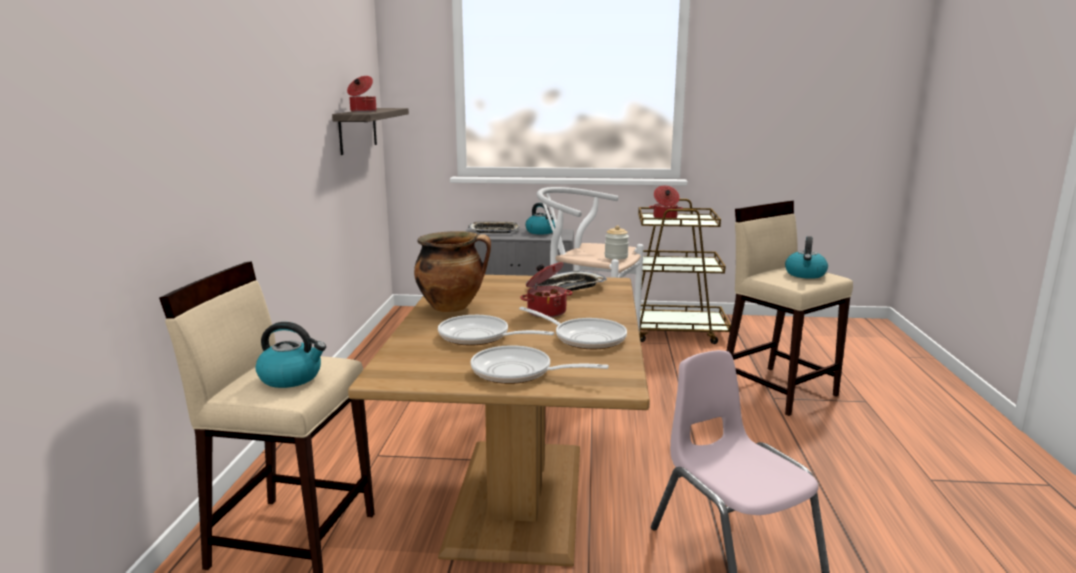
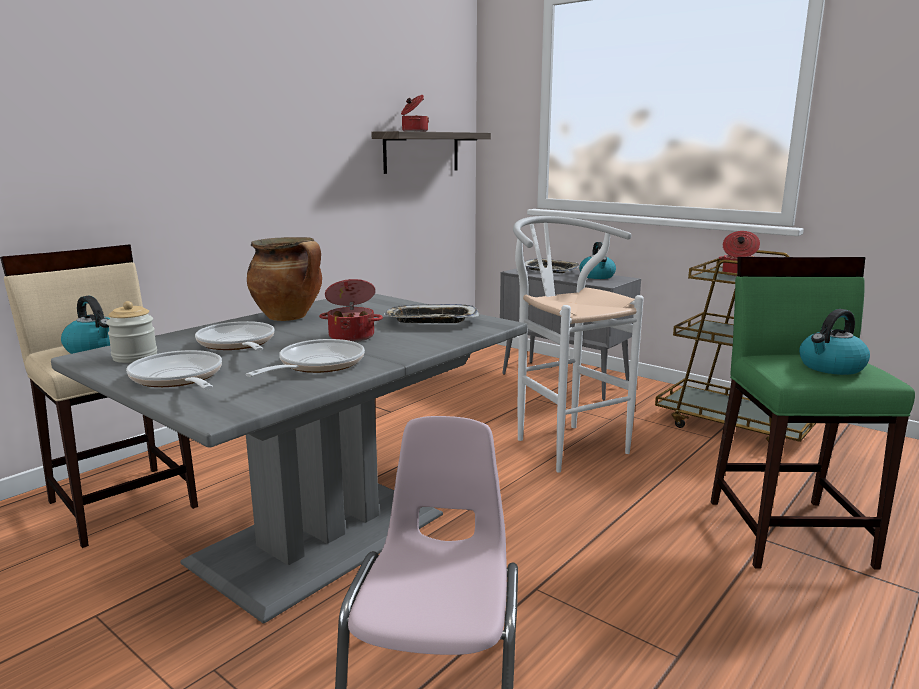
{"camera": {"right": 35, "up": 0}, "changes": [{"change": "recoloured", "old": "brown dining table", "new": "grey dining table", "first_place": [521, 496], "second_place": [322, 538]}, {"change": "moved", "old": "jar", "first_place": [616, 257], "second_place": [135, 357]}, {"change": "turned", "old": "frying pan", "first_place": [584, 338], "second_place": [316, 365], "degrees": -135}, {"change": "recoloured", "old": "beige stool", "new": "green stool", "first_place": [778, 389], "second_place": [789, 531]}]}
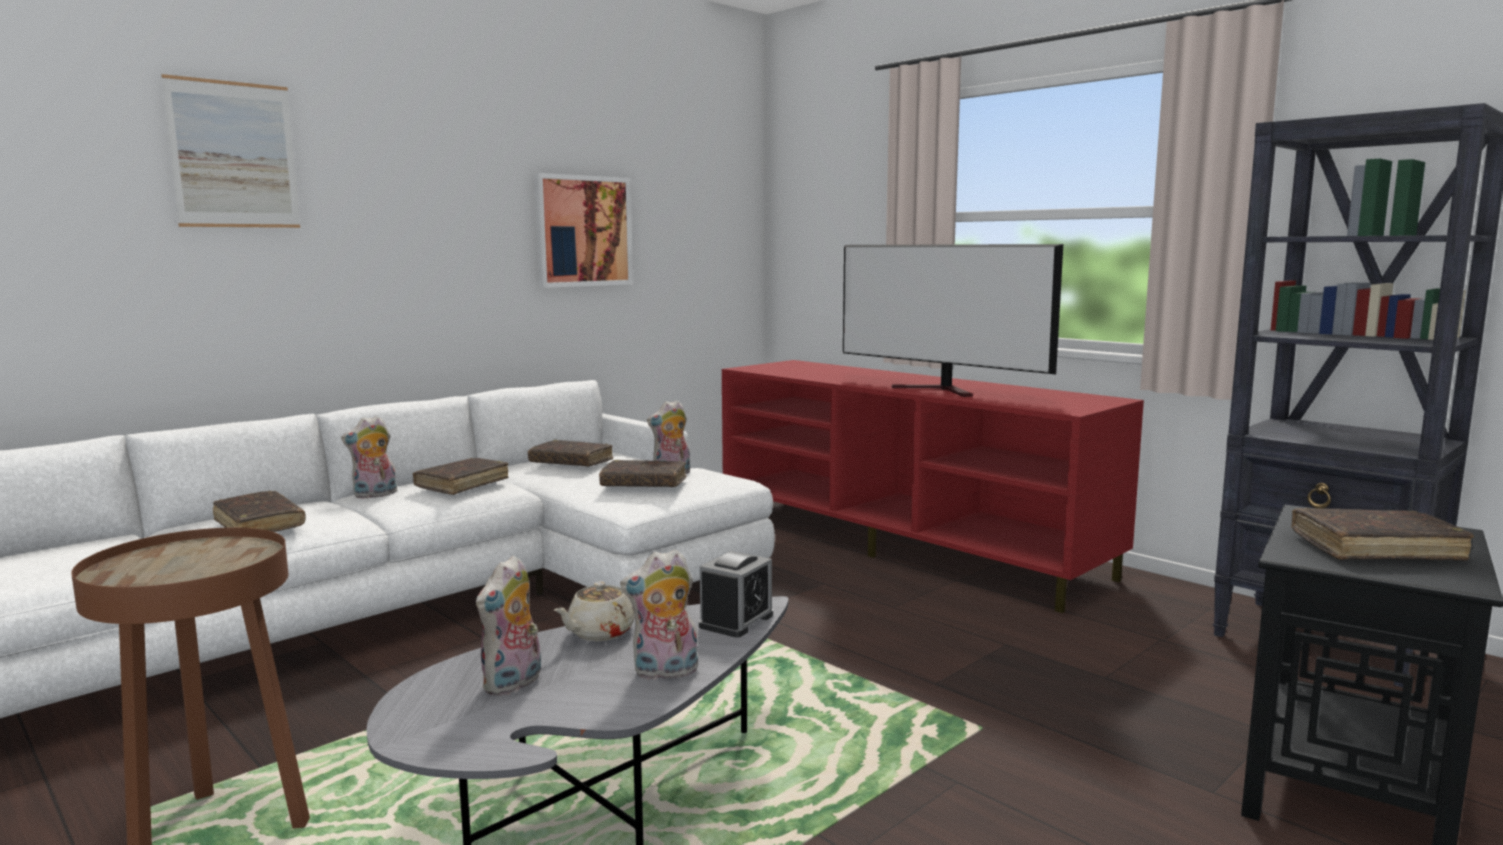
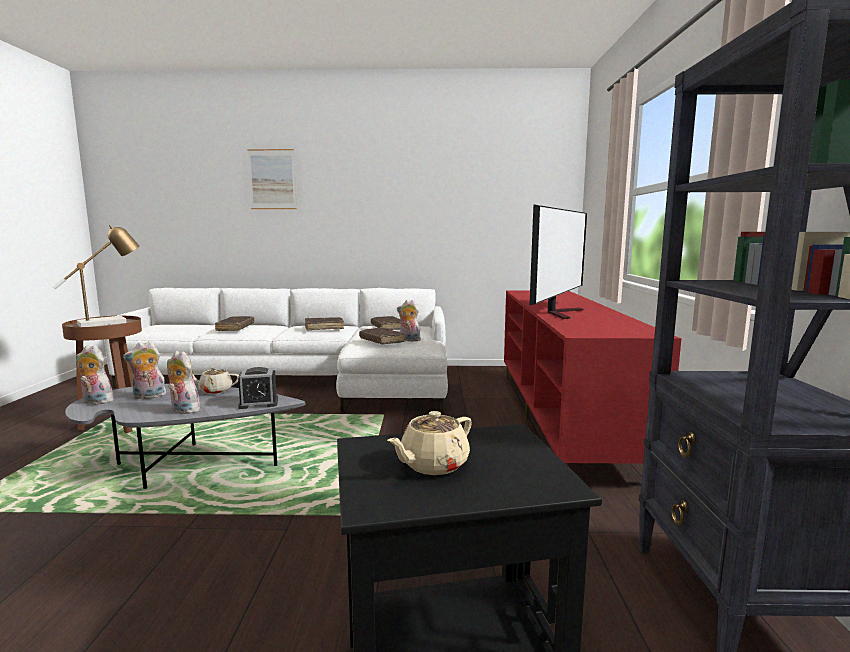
{"camera": {"right": 45, "up": 0}, "changes": [{"change": "added", "new": "table lamp", "second_place": [109, 323]}, {"change": "moved", "old": "plush toy", "first_place": [374, 495], "second_place": [95, 402]}, {"change": "replaced", "old": "brown book", "new": "beige teapot", "first_place": [1375, 548], "second_place": [432, 465]}, {"change": "turned", "old": "television", "first_place": [941, 390], "second_place": [561, 313], "degrees": -150}, {"change": "removed", "old": "picture", "first_place": [583, 231]}]}
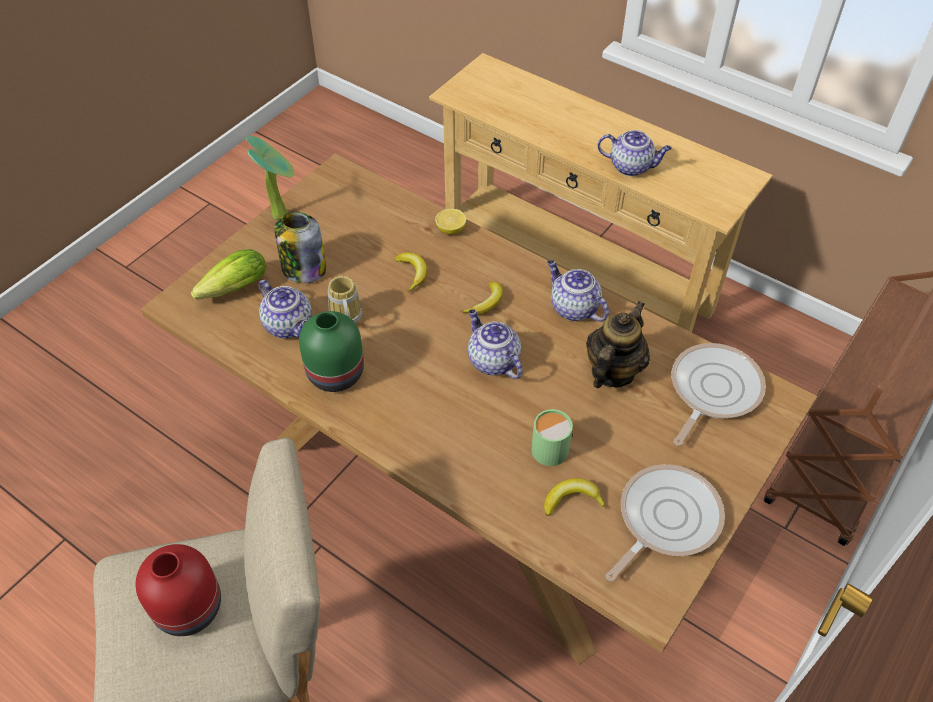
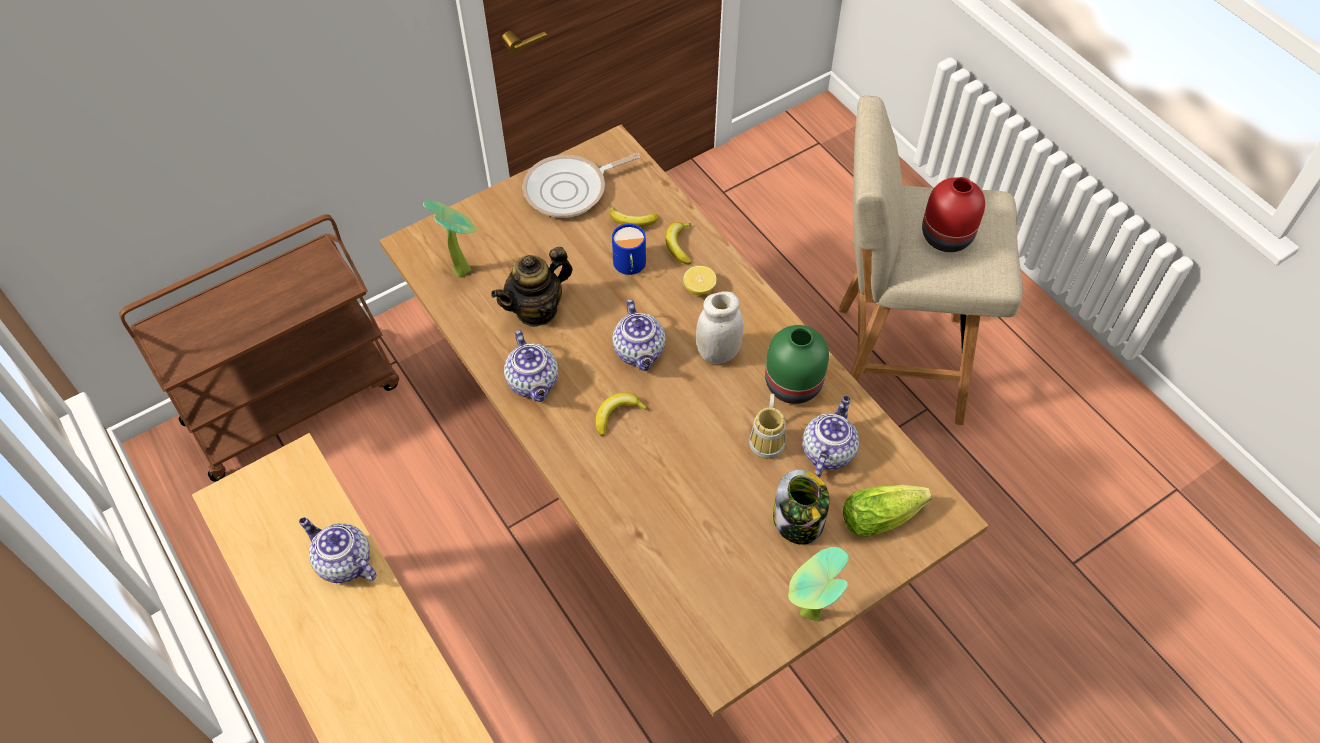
{"camera": {"right": -160, "up": 5}, "changes": [{"change": "replaced", "old": "frying pan", "new": "potted plant", "first_place": [712, 390], "second_place": [463, 268]}, {"change": "recoloured", "old": "green mug", "new": "blue mug", "first_place": [548, 446], "second_place": [629, 265]}, {"change": "moved", "old": "banana", "first_place": [412, 273], "second_place": [679, 245]}, {"change": "moved", "old": "lemon", "first_place": [451, 229], "second_place": [699, 288]}, {"change": "added", "new": "white jar", "second_place": [718, 353]}, {"change": "turned", "old": "teapot", "first_place": [290, 326], "second_place": [827, 451], "degrees": 45}]}
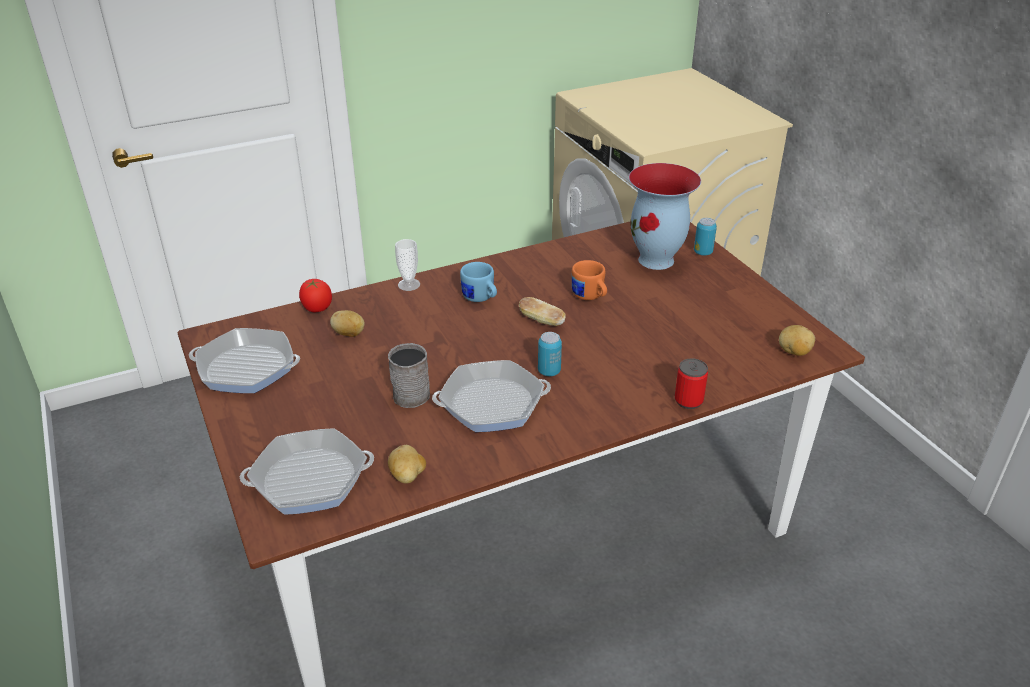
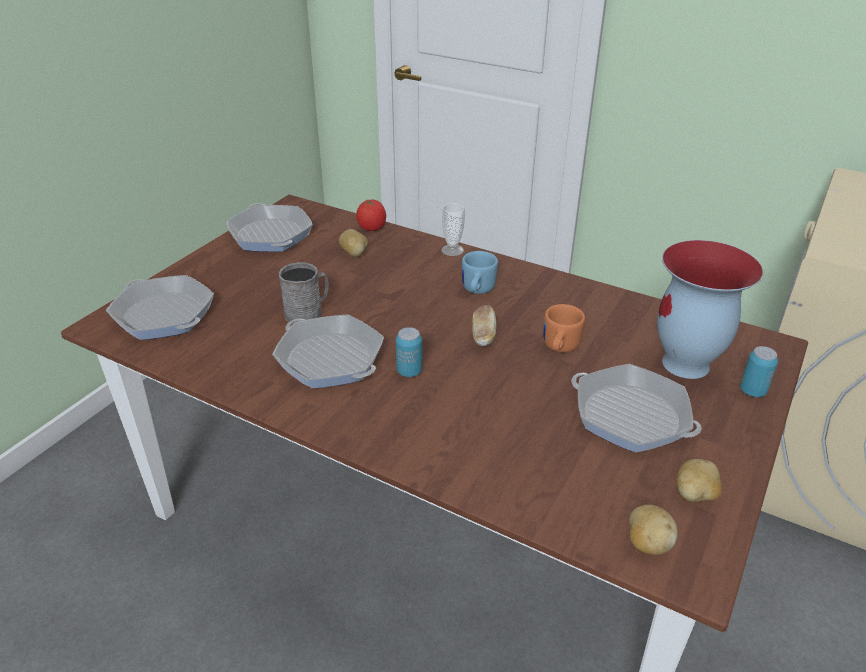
{"camera": {"right": 55, "up": 0}, "changes": [{"change": "added", "new": "frying pan", "second_place": [631, 416]}, {"change": "moved", "old": "potato", "first_place": [408, 476], "second_place": [694, 495]}, {"change": "removed", "old": "can", "first_place": [688, 401]}]}
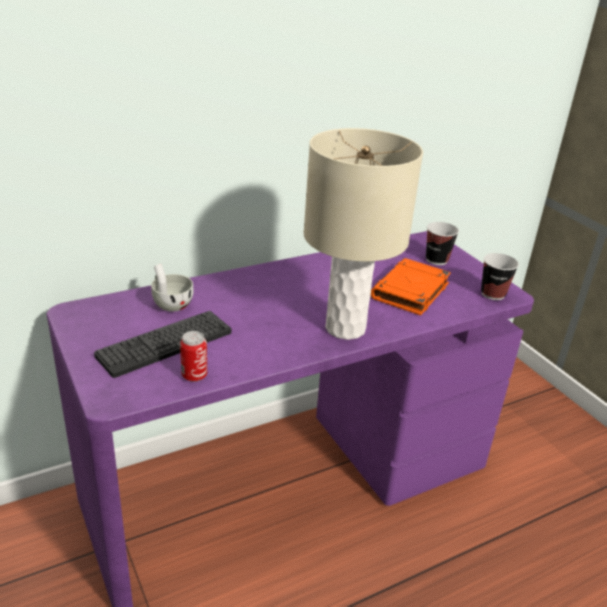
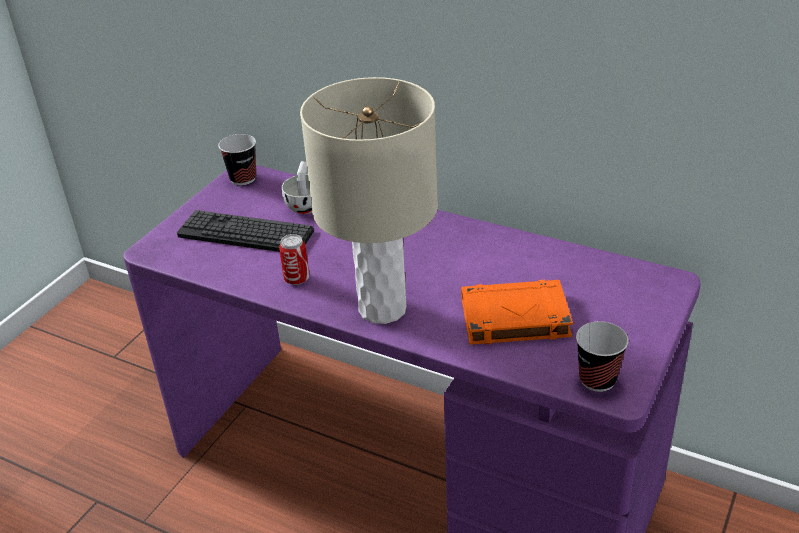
{"camera": {"right": 60, "up": 5}, "changes": [{"change": "moved", "old": "cup", "first_place": [436, 260], "second_place": [243, 178]}, {"change": "moved", "old": "can", "first_place": [194, 376], "second_place": [296, 279]}]}
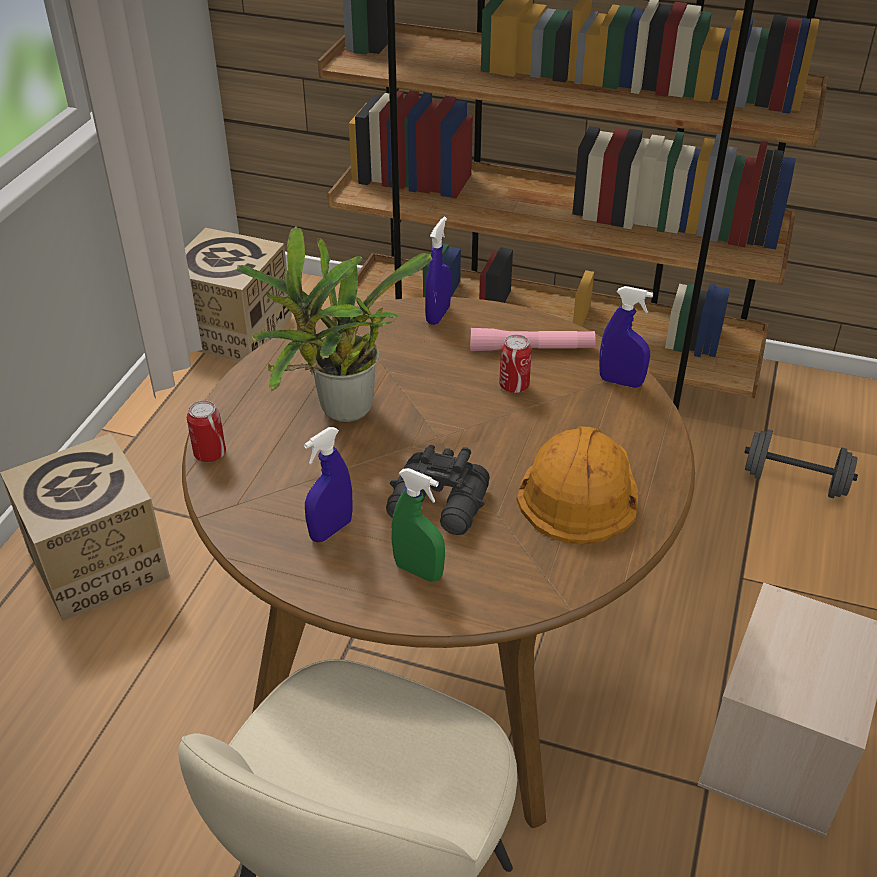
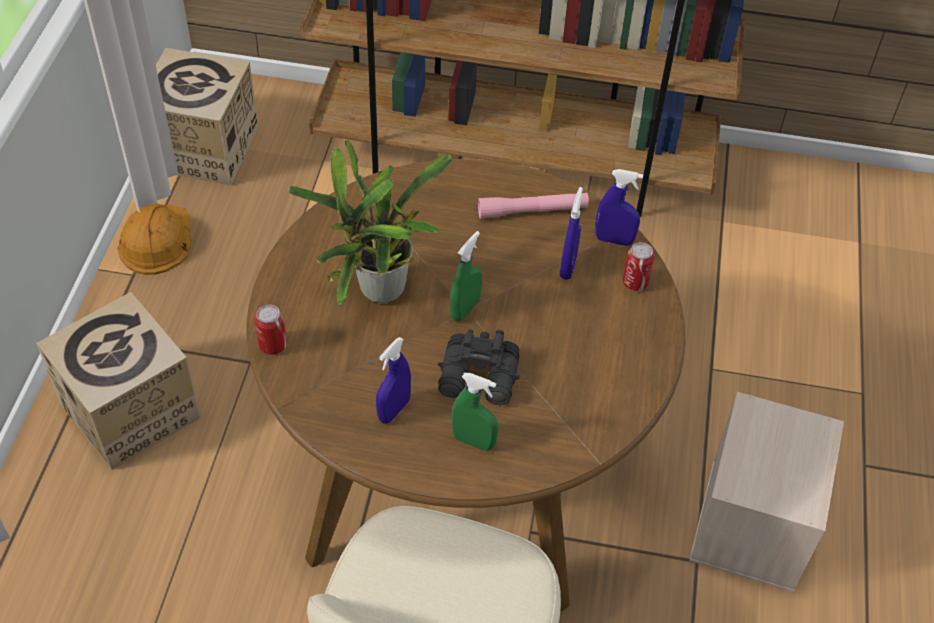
{"camera": {"right": -10, "up": 10}, "changes": [{"change": "moved", "old": "orange hard hat", "first_place": [578, 489], "second_place": [156, 240]}, {"change": "added", "new": "green spray bottle", "second_place": [465, 309]}, {"change": "moved", "old": "blue spray bottle", "first_place": [438, 315], "second_place": [568, 267]}, {"change": "moved", "old": "can", "first_place": [514, 386], "second_place": [635, 282]}, {"change": "removed", "old": "grey dumbbell", "first_place": [794, 482]}]}
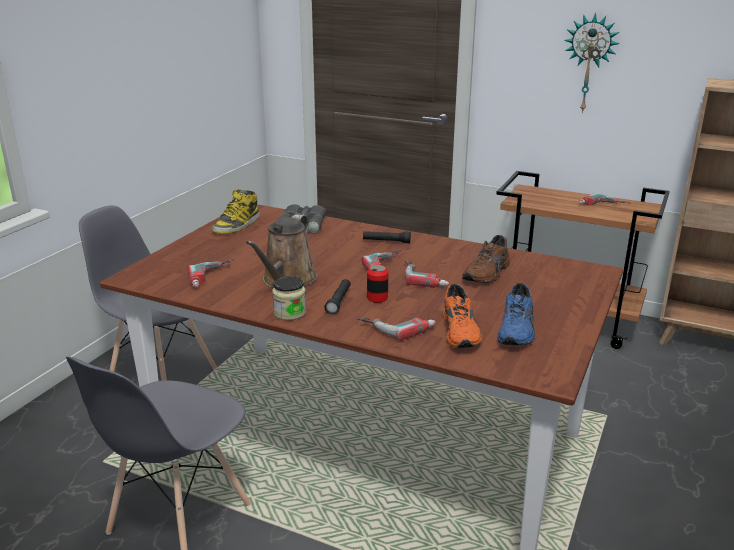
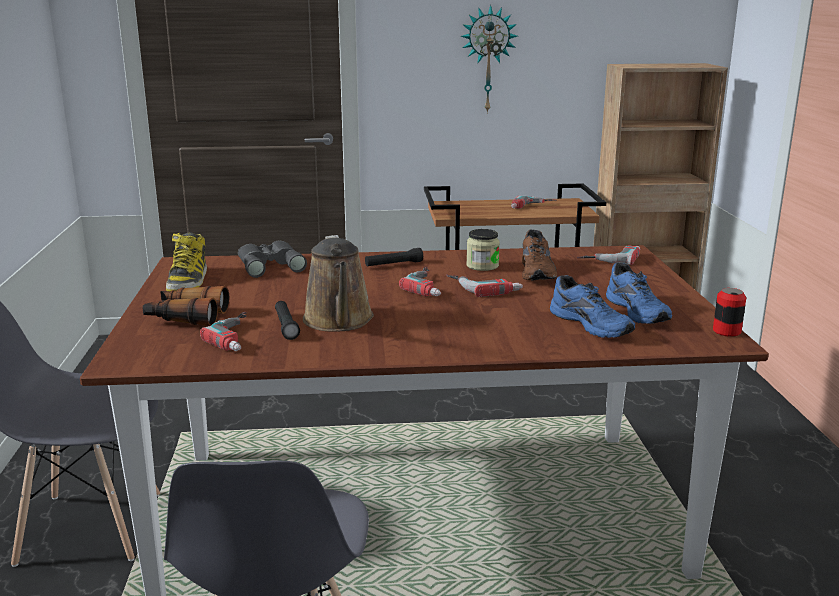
{"camera": {"right": -30, "up": -5}, "changes": [{"change": "added", "new": "binoculars", "second_place": [186, 317]}, {"change": "moved", "old": "black flashlight", "first_place": [339, 301], "second_place": [286, 326]}, {"change": "moved", "old": "jar", "first_place": [289, 313], "second_place": [482, 266]}, {"change": "recoloured", "old": "orange shoe", "new": "blue shoe", "first_place": [462, 331], "second_place": [593, 324]}, {"change": "moved", "old": "power drill", "first_place": [396, 326], "second_place": [609, 258]}, {"change": "moved", "old": "can", "first_place": [377, 298], "second_place": [726, 331]}]}
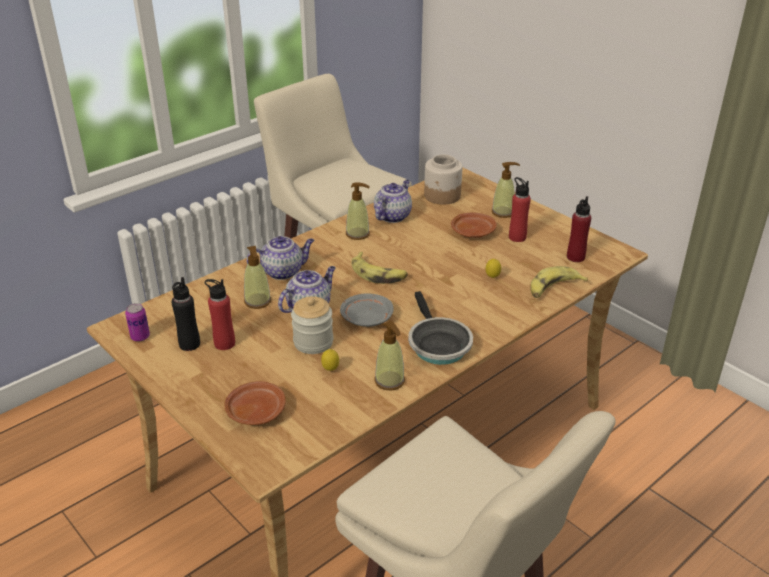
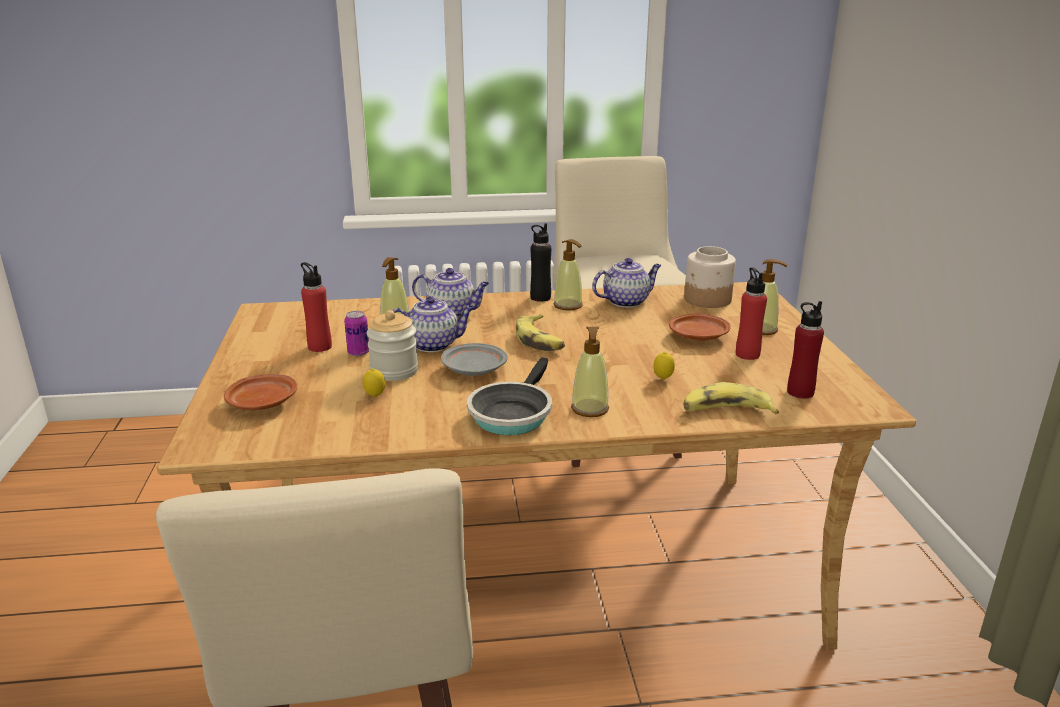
{"camera": {"right": 35, "up": -10}, "changes": [{"change": "moved", "old": "can", "first_place": [140, 337], "second_place": [358, 352]}, {"change": "moved", "old": "black bottle", "first_place": [189, 344], "second_place": [540, 297]}, {"change": "moved", "old": "soap dispenser", "first_place": [390, 381], "second_place": [590, 409]}]}
